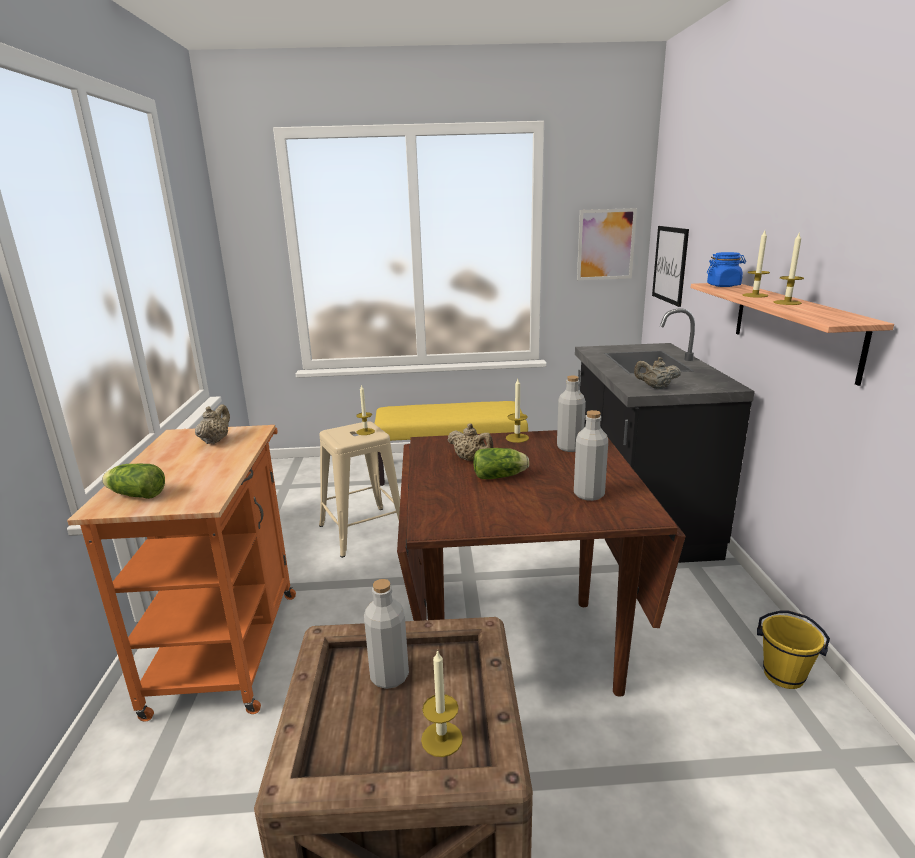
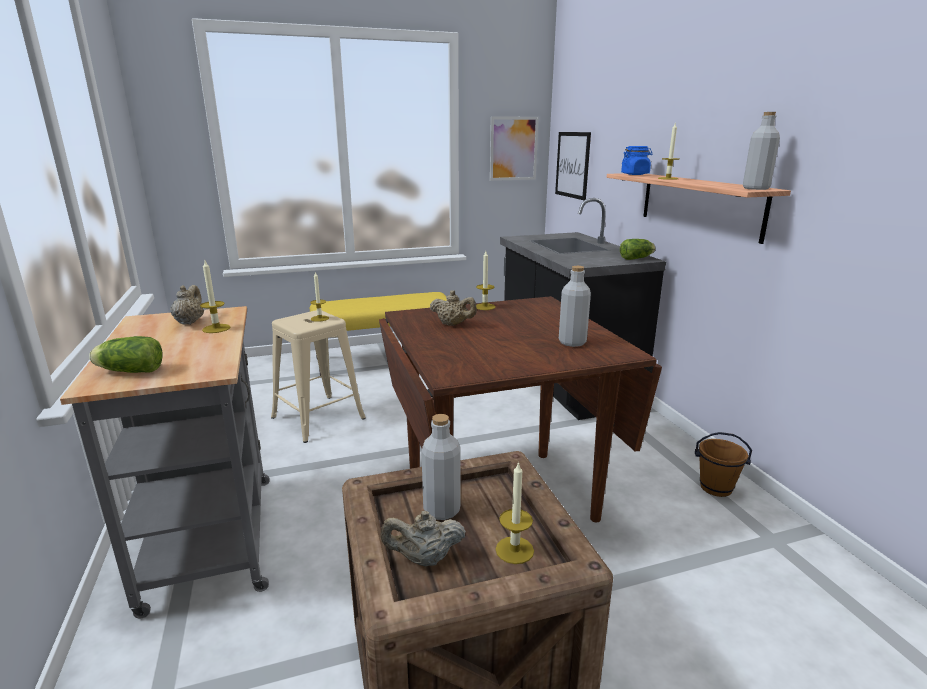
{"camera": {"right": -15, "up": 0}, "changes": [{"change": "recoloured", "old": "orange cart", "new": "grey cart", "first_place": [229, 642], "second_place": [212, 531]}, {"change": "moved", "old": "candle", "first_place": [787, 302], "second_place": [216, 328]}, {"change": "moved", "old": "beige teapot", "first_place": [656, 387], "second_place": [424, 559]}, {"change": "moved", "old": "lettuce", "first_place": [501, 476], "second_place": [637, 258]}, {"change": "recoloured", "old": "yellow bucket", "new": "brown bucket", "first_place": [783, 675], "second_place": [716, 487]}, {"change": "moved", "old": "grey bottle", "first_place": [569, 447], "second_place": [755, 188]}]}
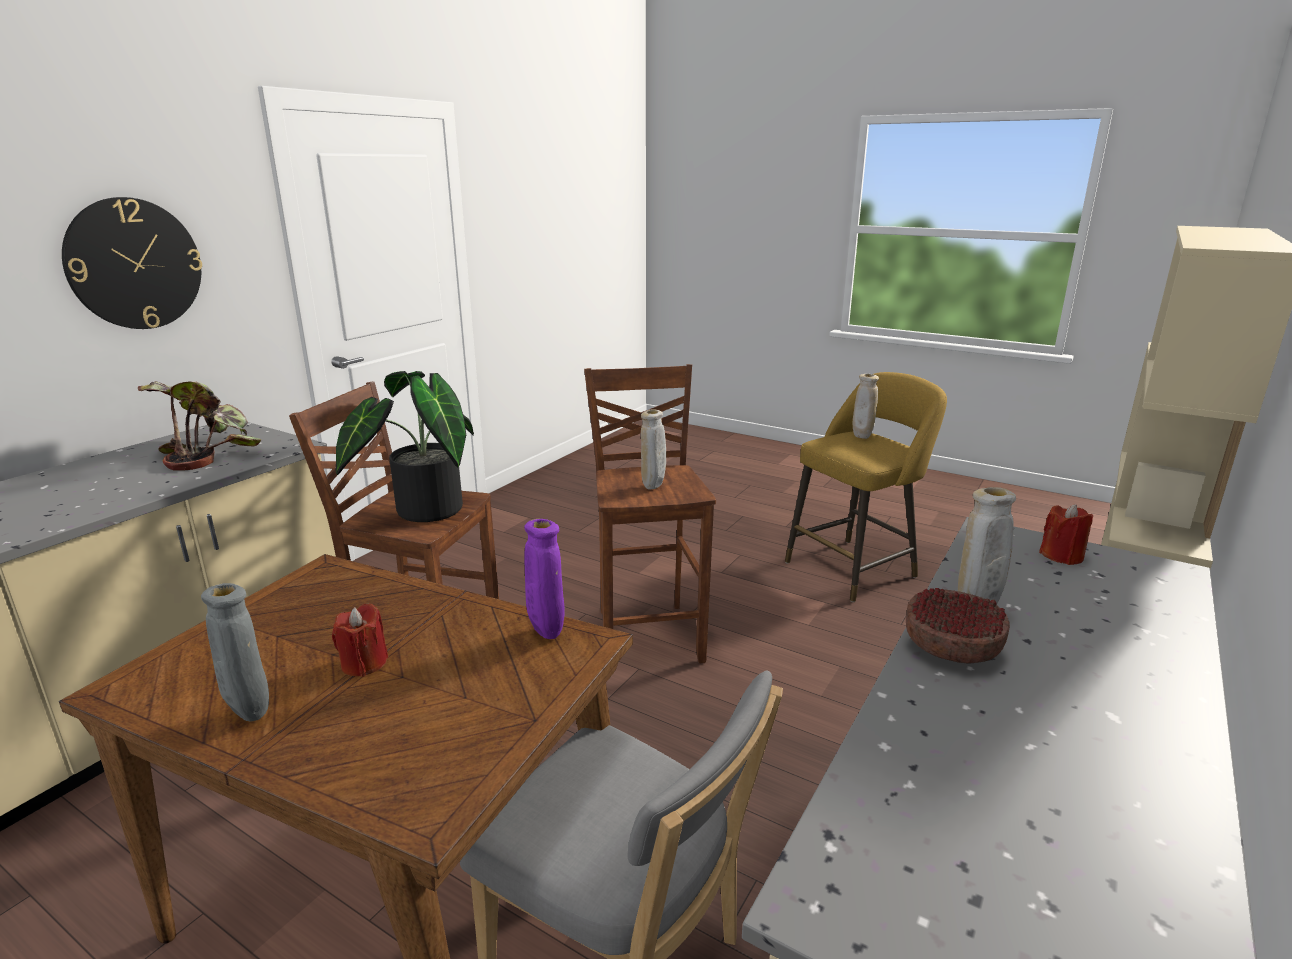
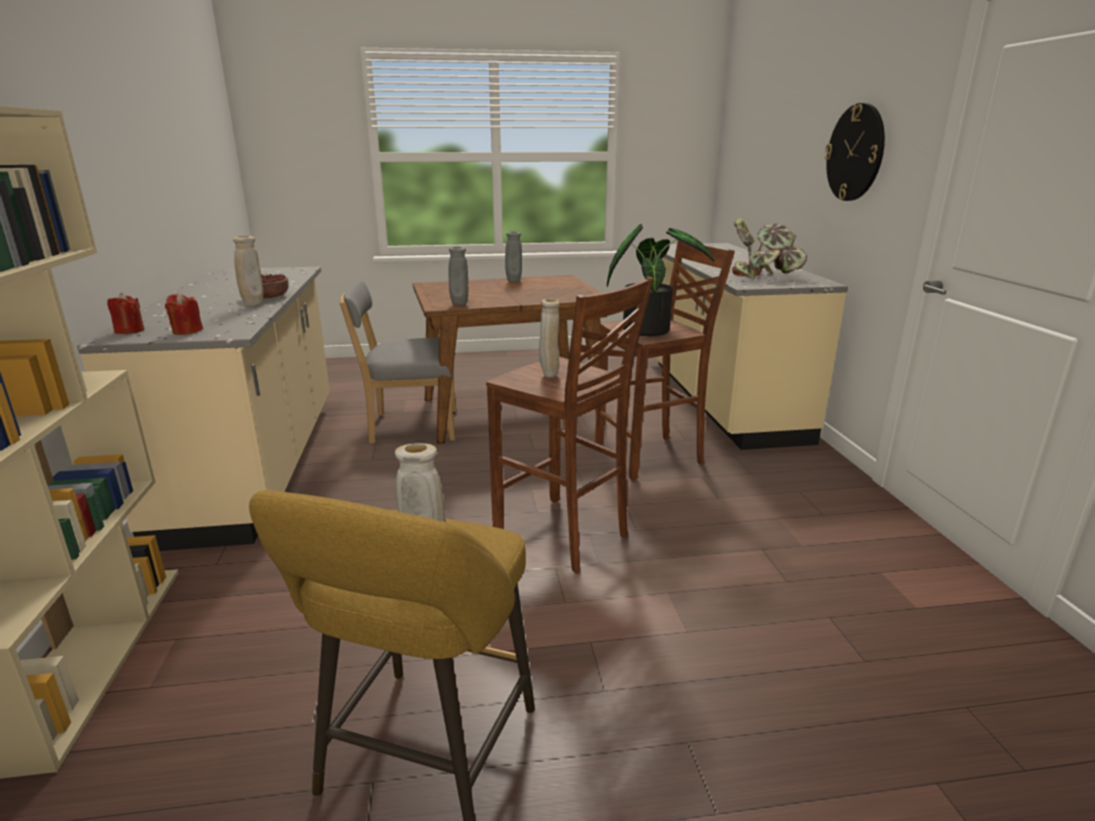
{"camera": {"right": 140, "up": 0}, "changes": [{"change": "moved", "old": "red candle", "first_place": [364, 663], "second_place": [129, 331]}, {"change": "recoloured", "old": "purple vase", "new": "grey vase", "first_place": [546, 633], "second_place": [459, 304]}]}
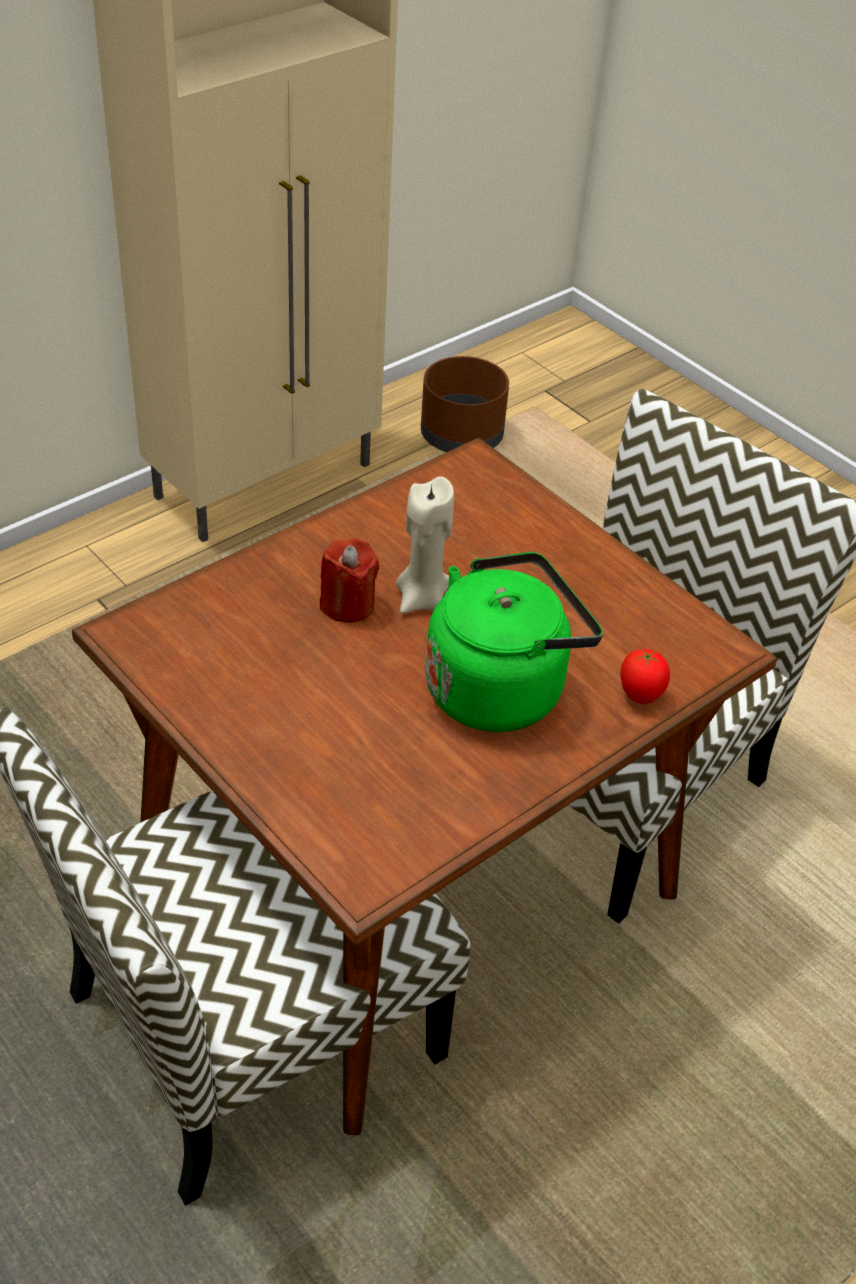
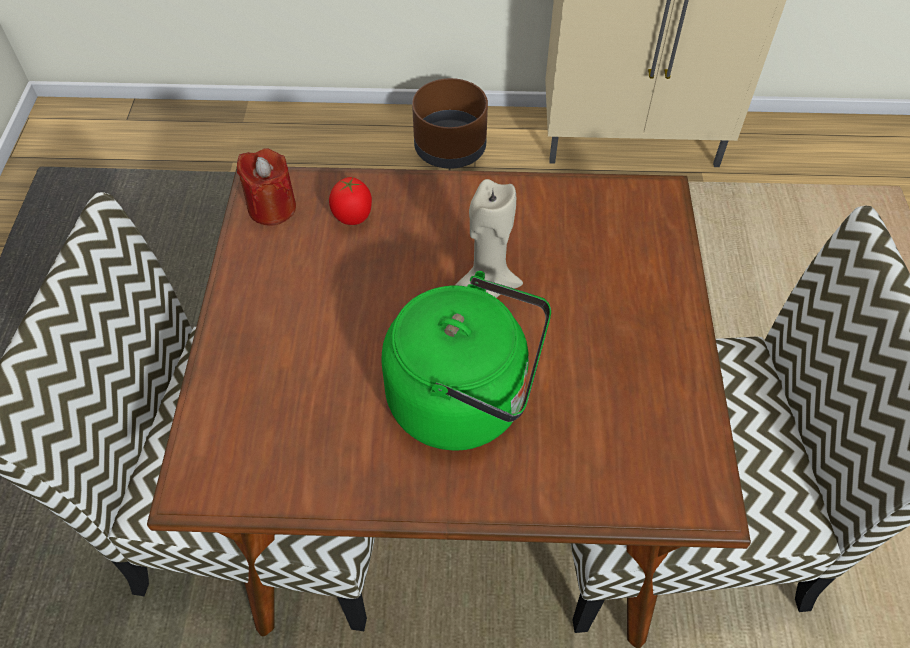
{"camera": {"right": 45, "up": 10}, "changes": [{"change": "moved", "old": "red candle", "first_place": [347, 604], "second_place": [272, 208]}, {"change": "moved", "old": "tomato", "first_place": [640, 696], "second_place": [353, 218]}, {"change": "moved", "old": "brown planter", "first_place": [461, 436], "second_place": [451, 148]}]}
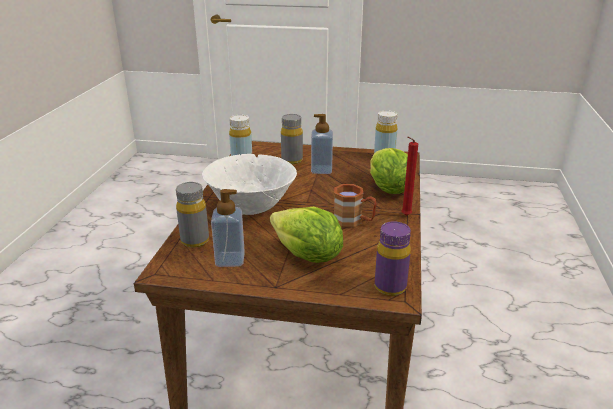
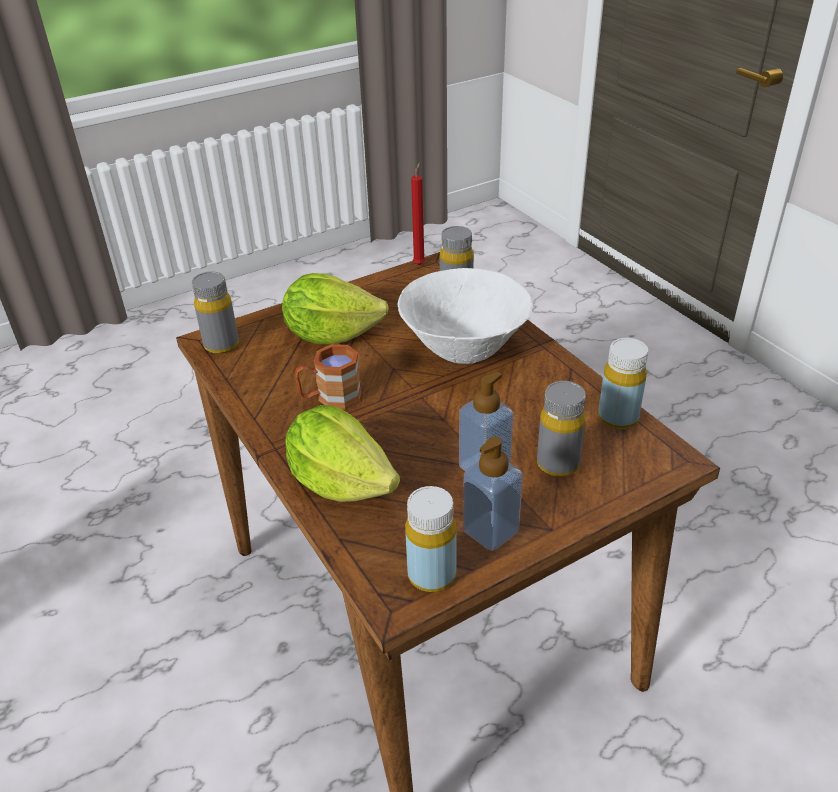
{"camera": {"right": 140, "up": 10}, "changes": [{"change": "recoloured", "old": "purple bottle", "new": "grey bottle", "first_place": [390, 287], "second_place": [221, 345]}, {"change": "moved", "old": "red candle", "first_place": [404, 216], "second_place": [420, 264]}, {"change": "moved", "old": "soap dispenser", "first_place": [230, 259], "second_place": [490, 531]}]}
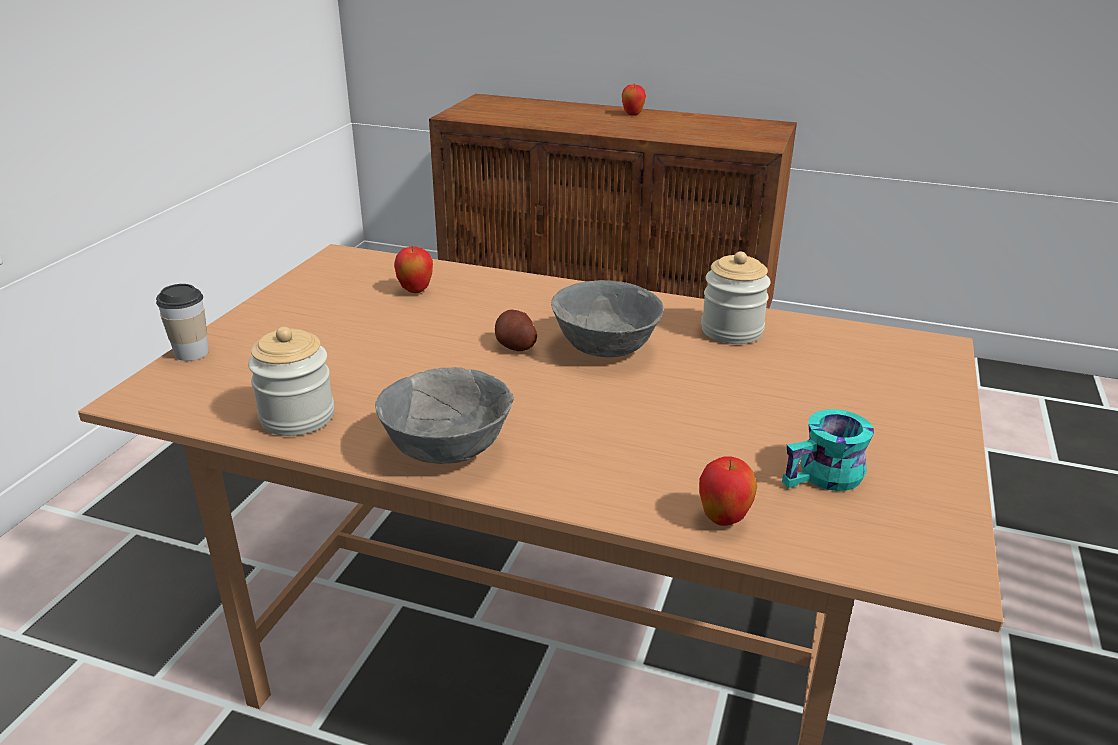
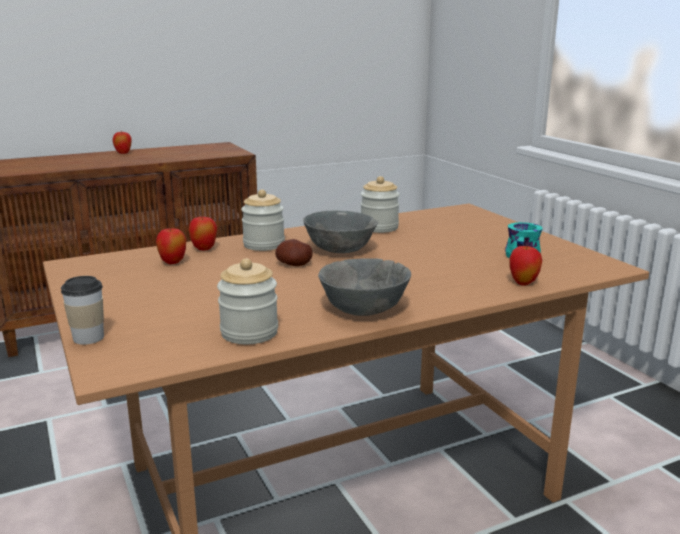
{"camera": {"right": -45, "up": -10}, "changes": [{"change": "added", "new": "apple", "second_place": [204, 249]}, {"change": "added", "new": "jar", "second_place": [264, 245]}]}
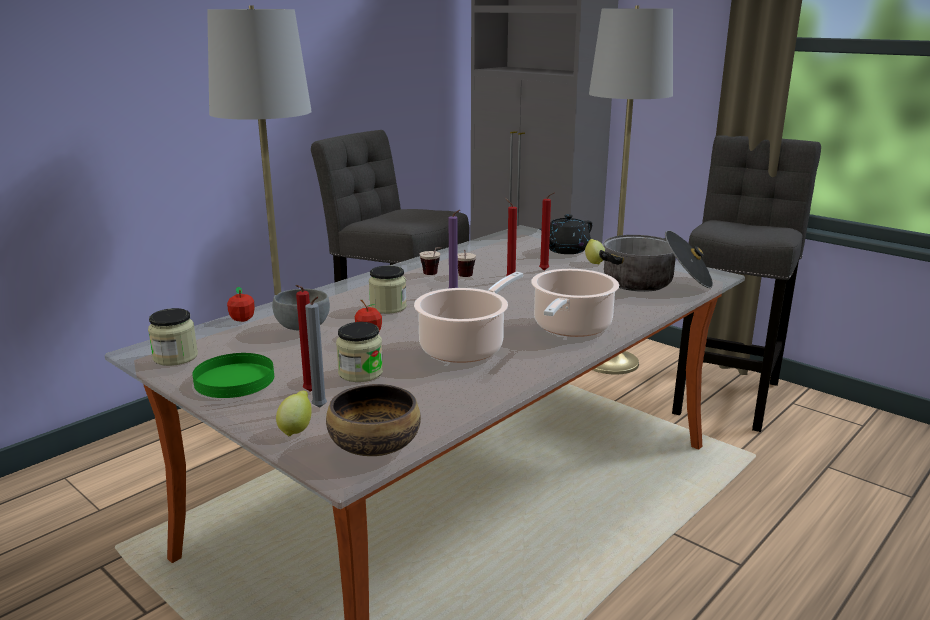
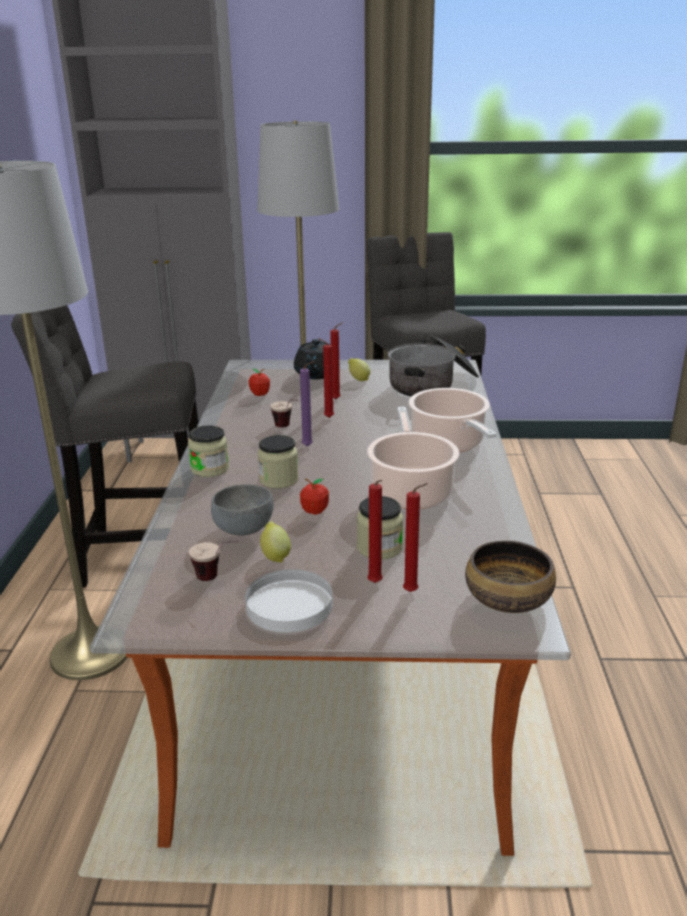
{"camera": {"right": -40, "up": 5}, "changes": [{"change": "moved", "old": "jar", "first_place": [175, 357], "second_place": [210, 469]}, {"change": "moved", "old": "cup", "first_place": [433, 276], "second_place": [217, 578]}, {"change": "recoloured", "old": "green plate", "new": "white plate", "first_place": [233, 380], "second_place": [289, 605]}, {"change": "moved", "old": "apple", "first_place": [242, 319], "second_place": [260, 394]}, {"change": "moved", "old": "lemon", "first_place": [296, 429], "second_place": [275, 556]}, {"change": "recoloured", "old": "grey candle", "new": "red candle", "first_place": [320, 408], "second_place": [413, 592]}]}
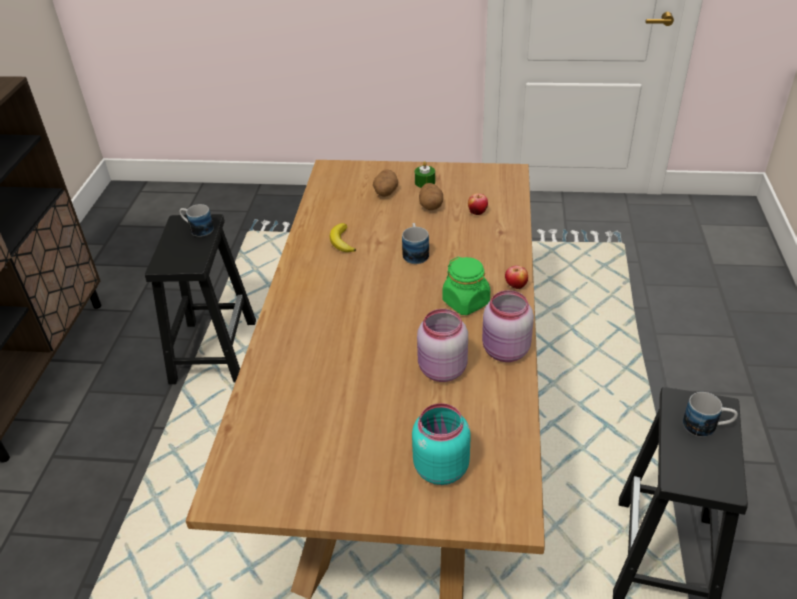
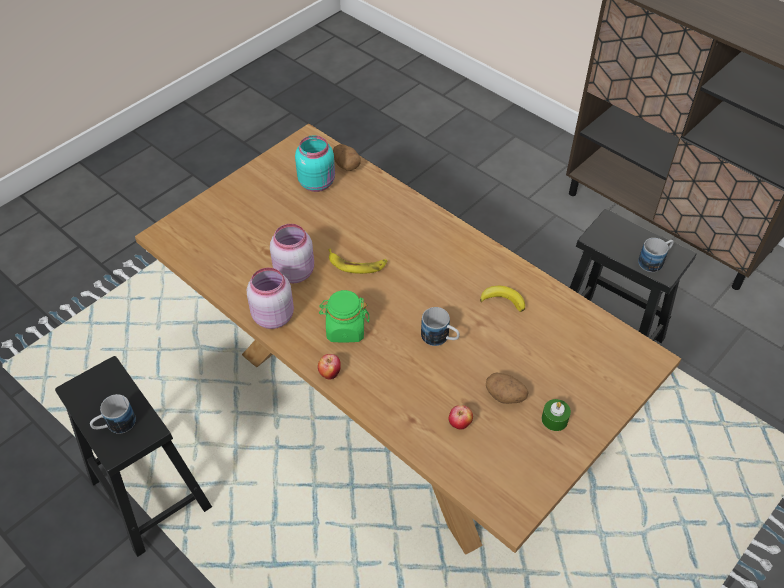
{"camera": {"right": 125, "up": 10}, "changes": [{"change": "moved", "old": "turquoise jar", "first_place": [439, 468], "second_place": [318, 182]}, {"change": "added", "new": "banana", "second_place": [357, 264]}, {"change": "moved", "old": "potato", "first_place": [385, 193], "second_place": [346, 165]}]}
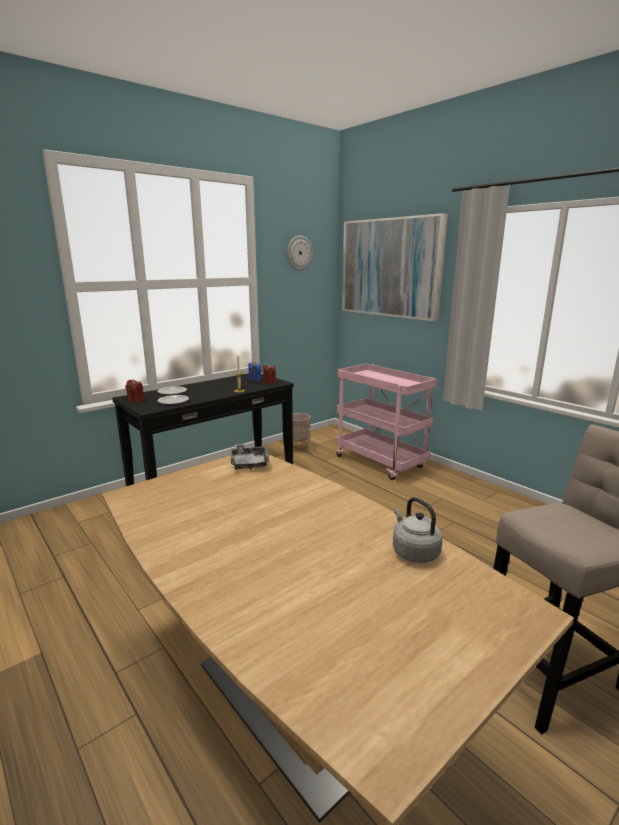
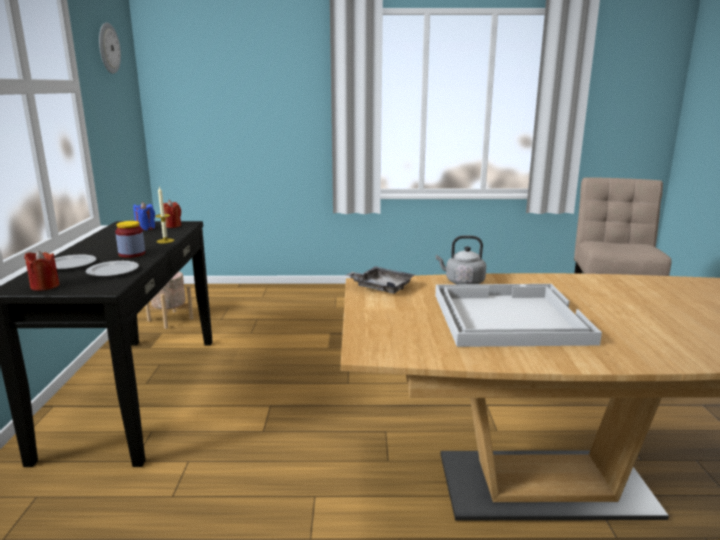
{"camera": {"right": -50, "up": 0}, "changes": [{"change": "added", "new": "jar", "second_place": [132, 254]}, {"change": "added", "new": "white tray", "second_place": [507, 317]}, {"change": "moved", "old": "grey kettle", "first_place": [414, 552], "second_place": [462, 282]}, {"change": "removed", "old": "pink cart", "first_place": [381, 462]}, {"change": "removed", "old": "picture", "first_place": [390, 268]}]}
